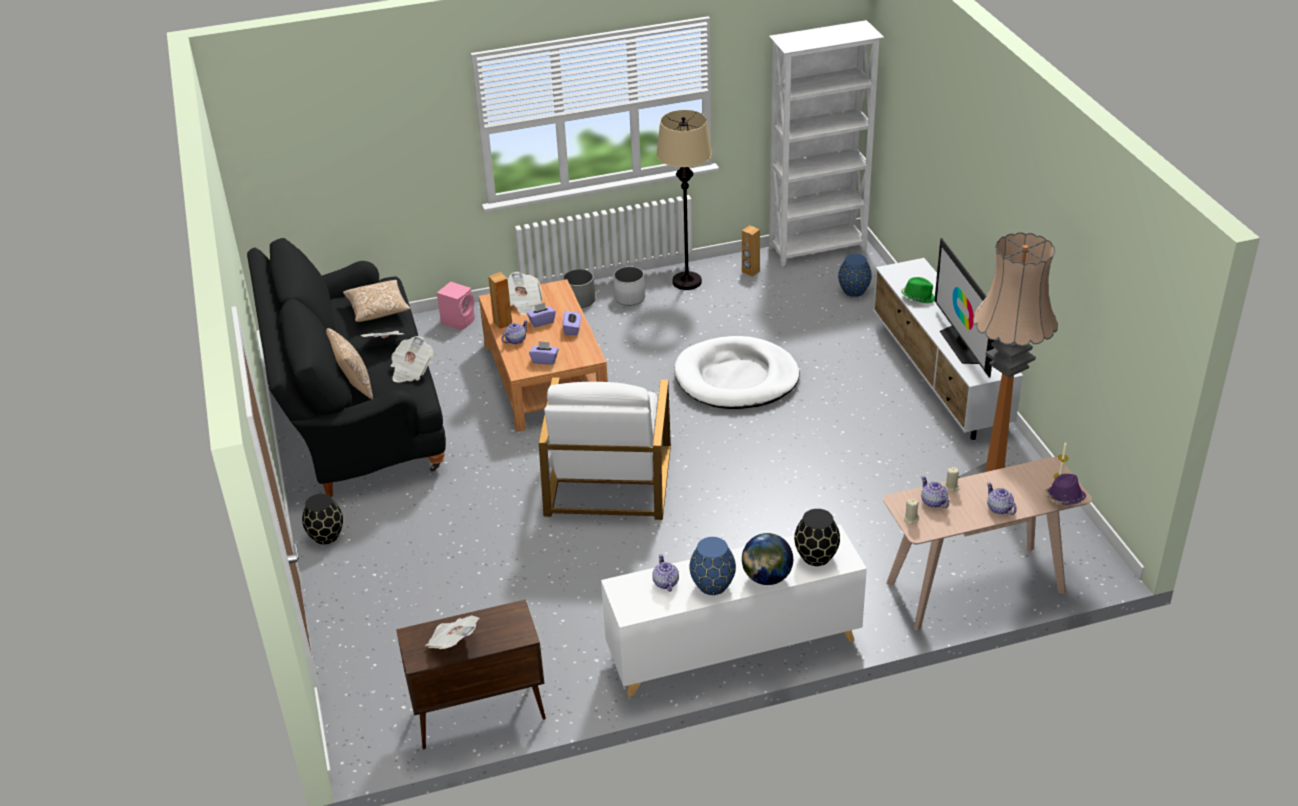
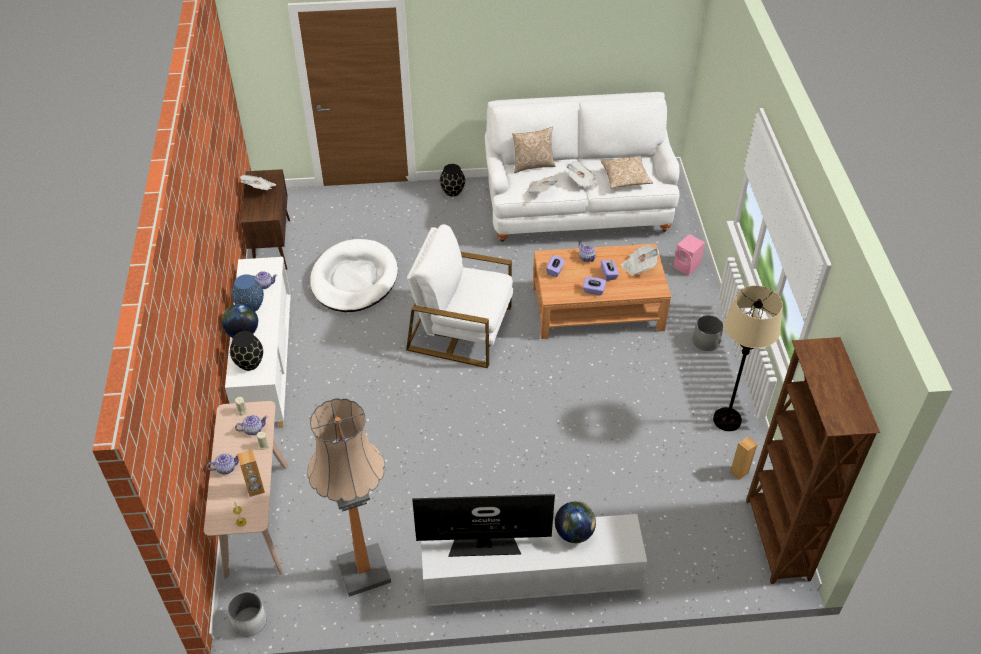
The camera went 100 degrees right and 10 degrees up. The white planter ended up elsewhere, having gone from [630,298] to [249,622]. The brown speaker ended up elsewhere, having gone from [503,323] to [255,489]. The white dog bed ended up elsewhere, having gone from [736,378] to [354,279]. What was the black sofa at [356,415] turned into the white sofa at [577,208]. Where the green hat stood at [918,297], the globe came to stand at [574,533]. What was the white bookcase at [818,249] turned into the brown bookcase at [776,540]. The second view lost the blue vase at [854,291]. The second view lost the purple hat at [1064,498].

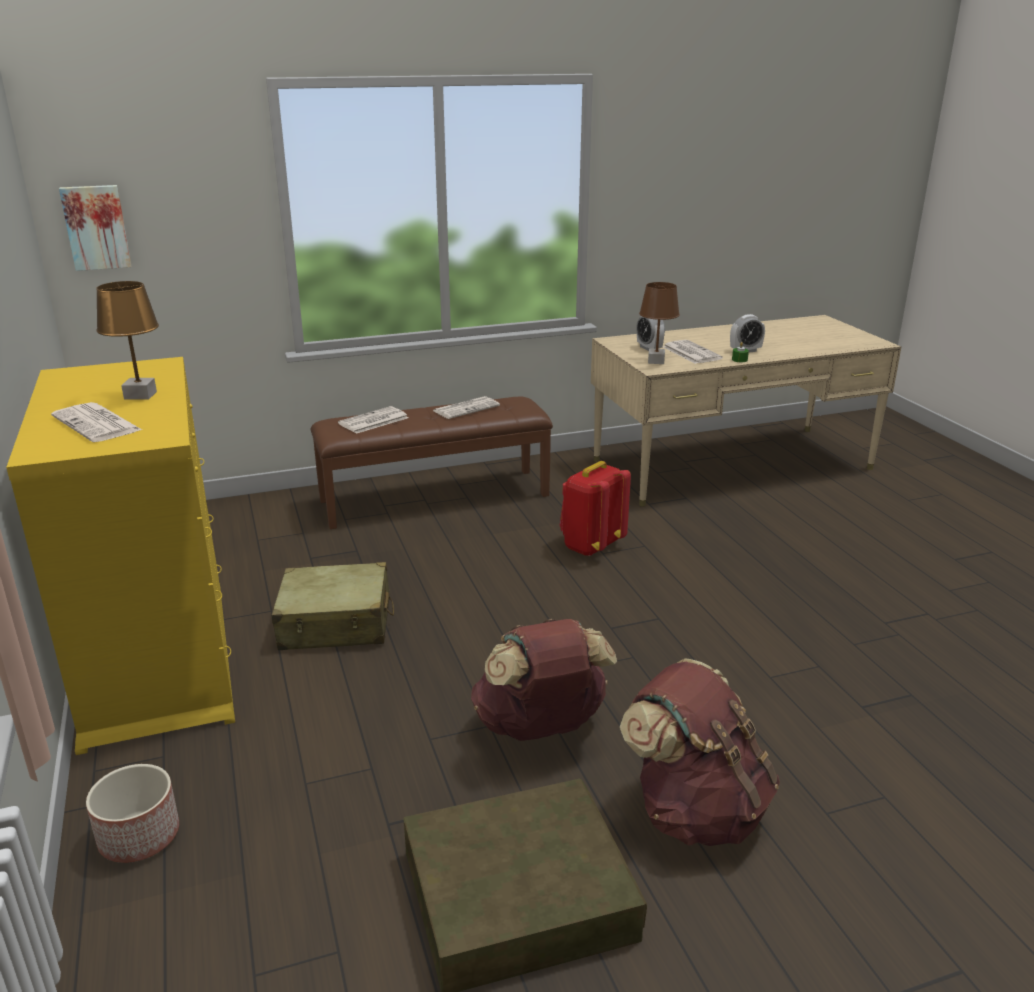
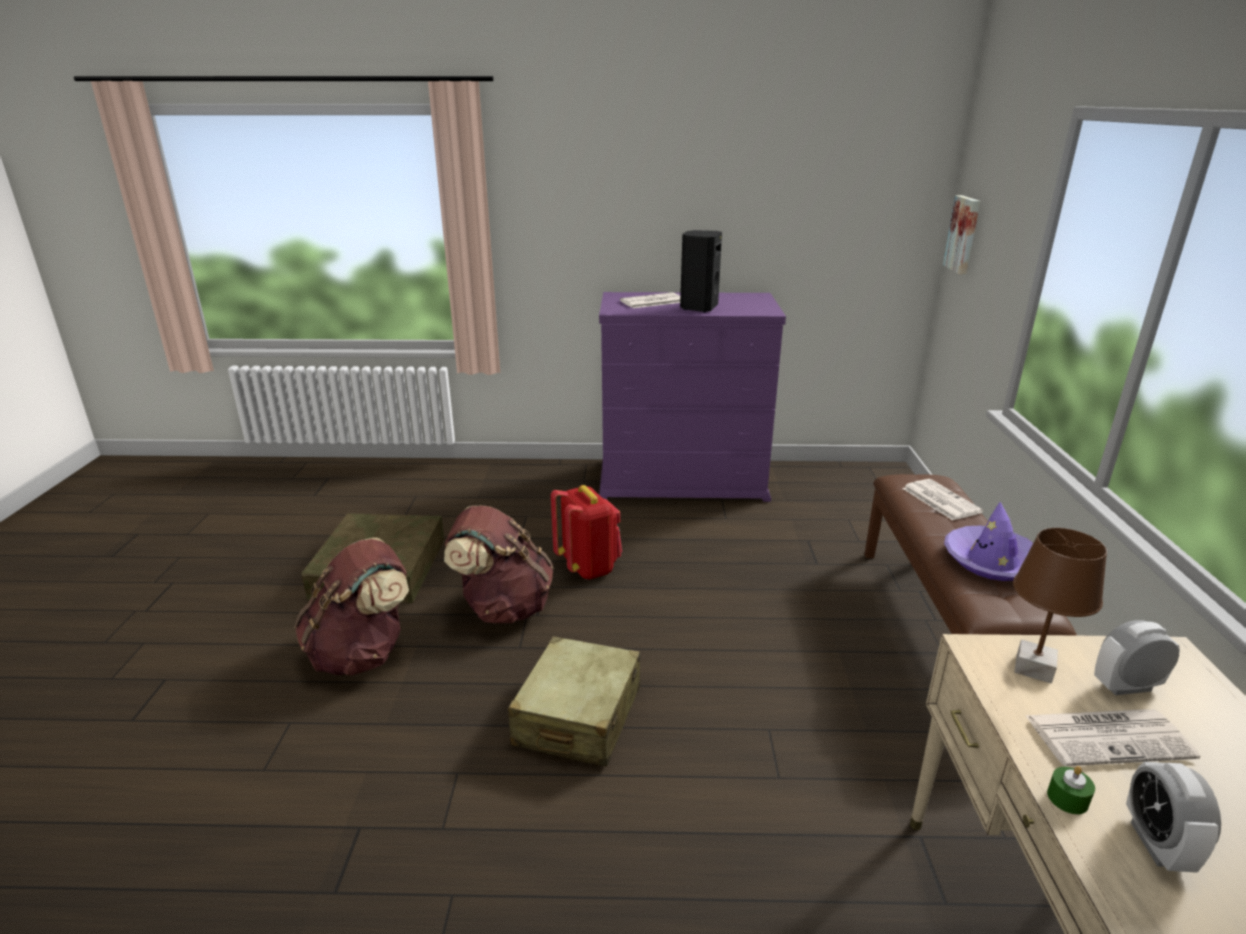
The camera went 110 degrees right and 0 degrees up. The beige suitcase ended up elsewhere, having gone from [336,624] to [578,716]. The red backpack ended up elsewhere, having gone from [591,546] to [588,567]. What was the yellow dresser at [158,658] turned into the purple dresser at [683,480]. Where the brown table lamp stood at [140,395], the black speaker came to stand at [698,308]. Where the newspaper stood at [466,408], the purple hat came to stand at [992,562]. The second view lost the planter at [138,836].

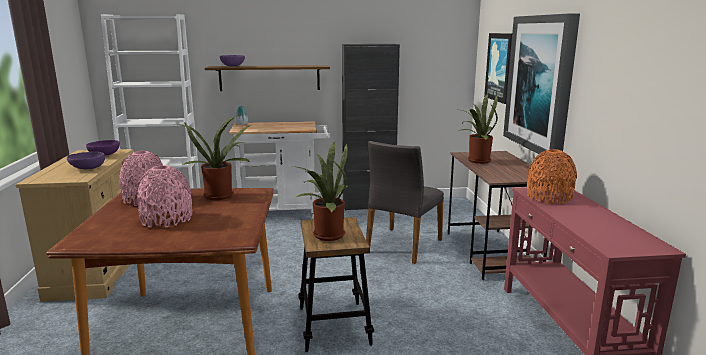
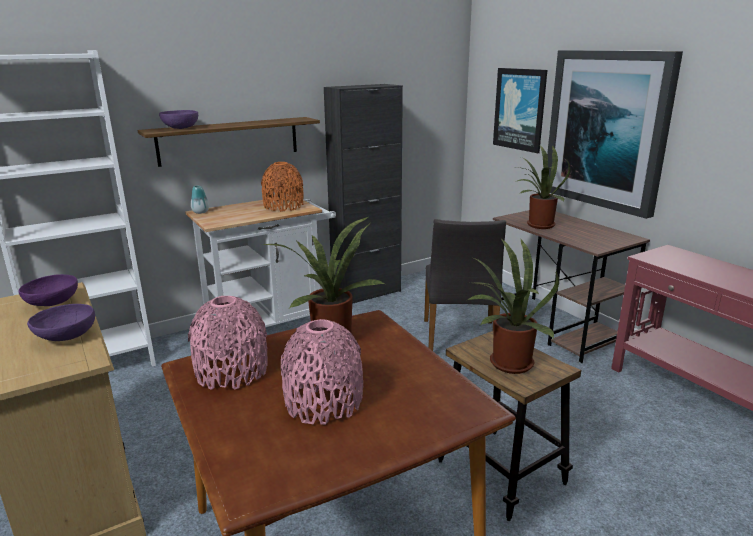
The camera went 25 degrees left and 5 degrees up. The orange vase ended up elsewhere, having gone from [549,197] to [283,206].

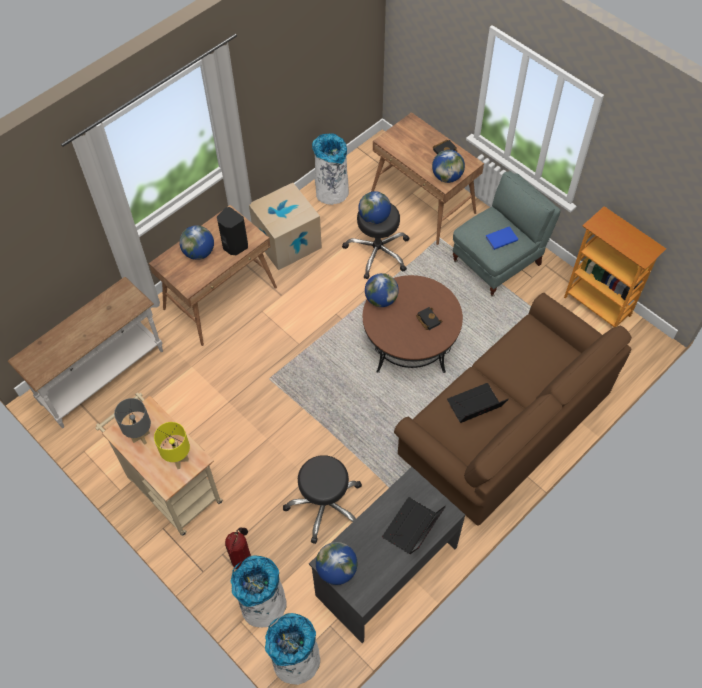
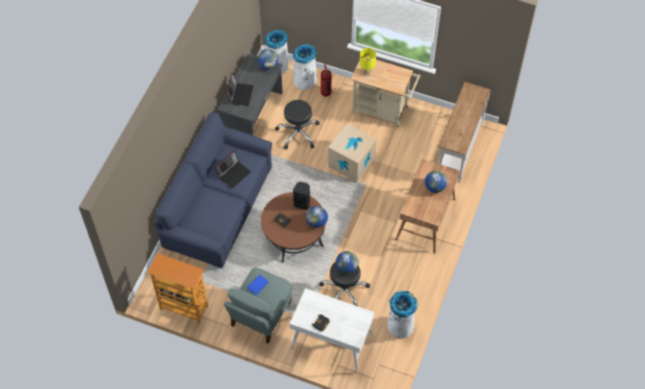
The camera went 155 degrees right and 0 degrees up. What was the brown sofa at [503,426] turned into the blue sofa at [218,208]. What was the brown desk at [423,203] turned into the white desk at [331,342]. The black speaker ended up elsewhere, having gone from [234,246] to [302,203]. The cardboard box ended up elsewhere, having gone from [287,242] to [351,162]. The second view lost the grey table lamp at [141,437]. The second view lost the globe at [447,177].

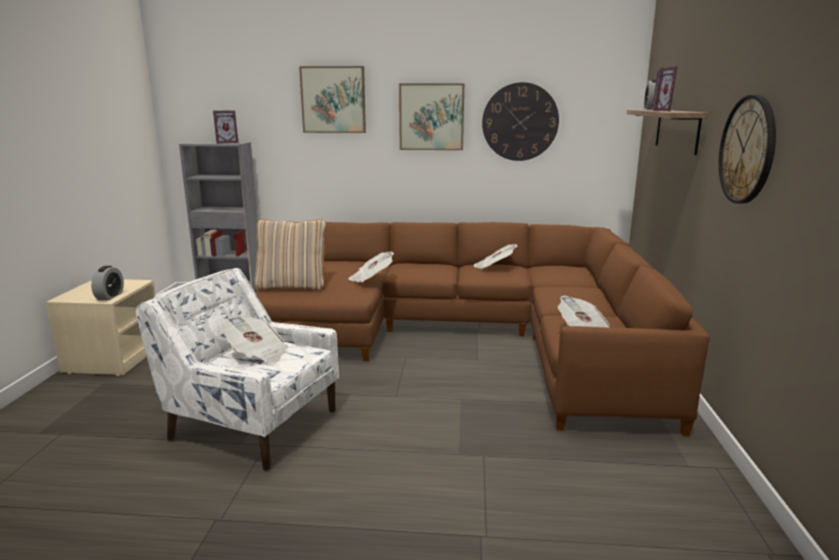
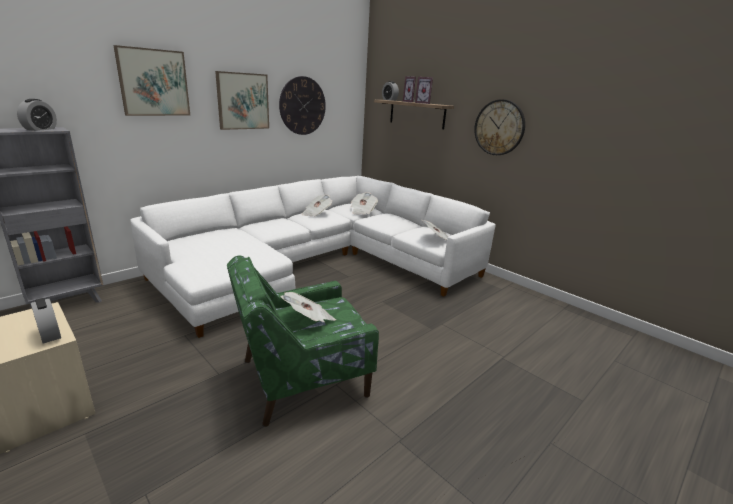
The camera went 50 degrees left and 5 degrees up. Where the picture frame stood at [226,143], the alarm clock came to stand at [40,129]. What was the brown sofa at [466,336] turned into the white sofa at [318,265]. What was the white armchair at [252,424] turned into the green armchair at [301,378]. The newspaper ended up elsewhere, having gone from [371,279] to [362,211]. The second view lost the beige pillow at [292,286].

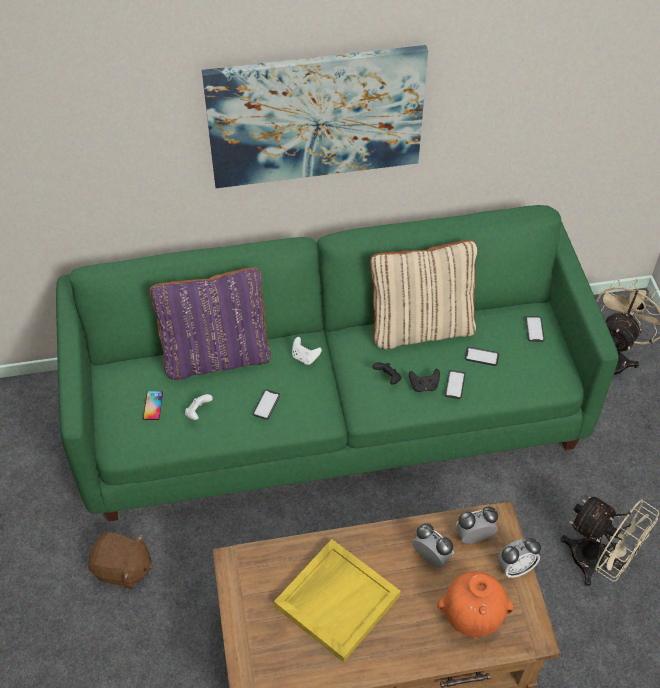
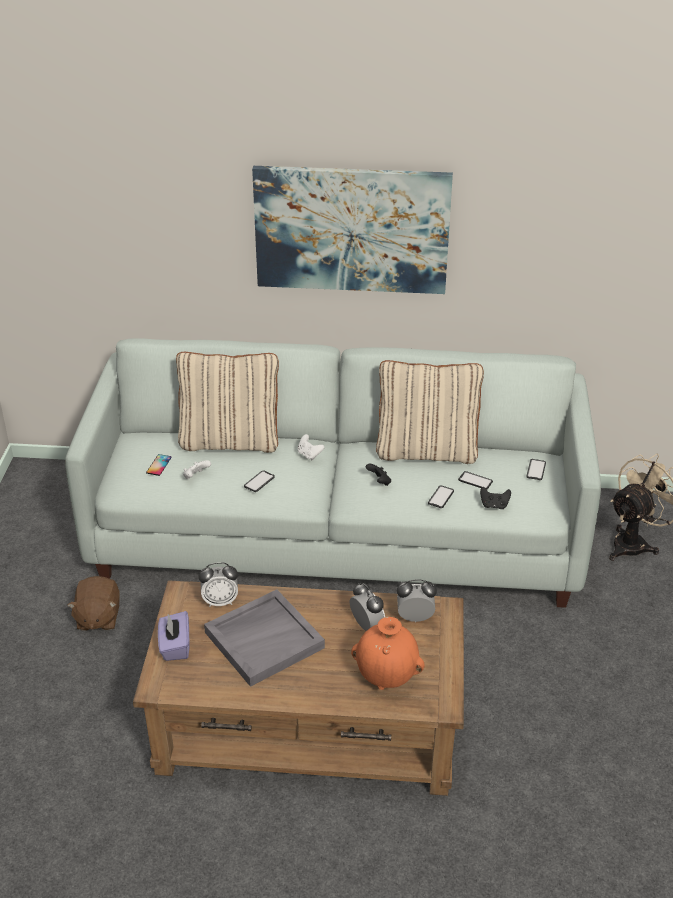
The camera went 15 degrees right and 15 degrees down. What was the green sofa at [330,411] turned into the white sofa at [337,534]. The brown plush toy at [122,569] ended up facing another way, 60 degrees clockwise from before. The second view gained the purple tissue box at [175,646]. What was the purple pillow at [216,356] turned into the beige pillow at [230,441]. The alarm clock ended up elsewhere, having gone from [515,568] to [220,601]. What was the yellow tray at [337,600] turned into the grey tray at [264,639]. The black game controller ended up elsewhere, having gone from [424,386] to [494,505]. The second view lost the beige fan at [597,563].

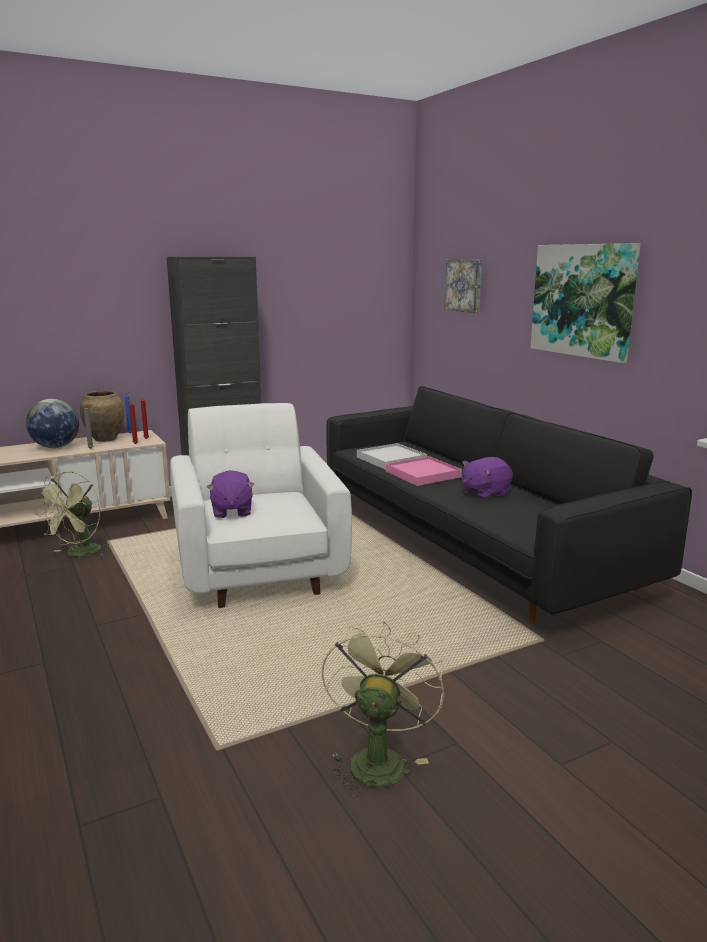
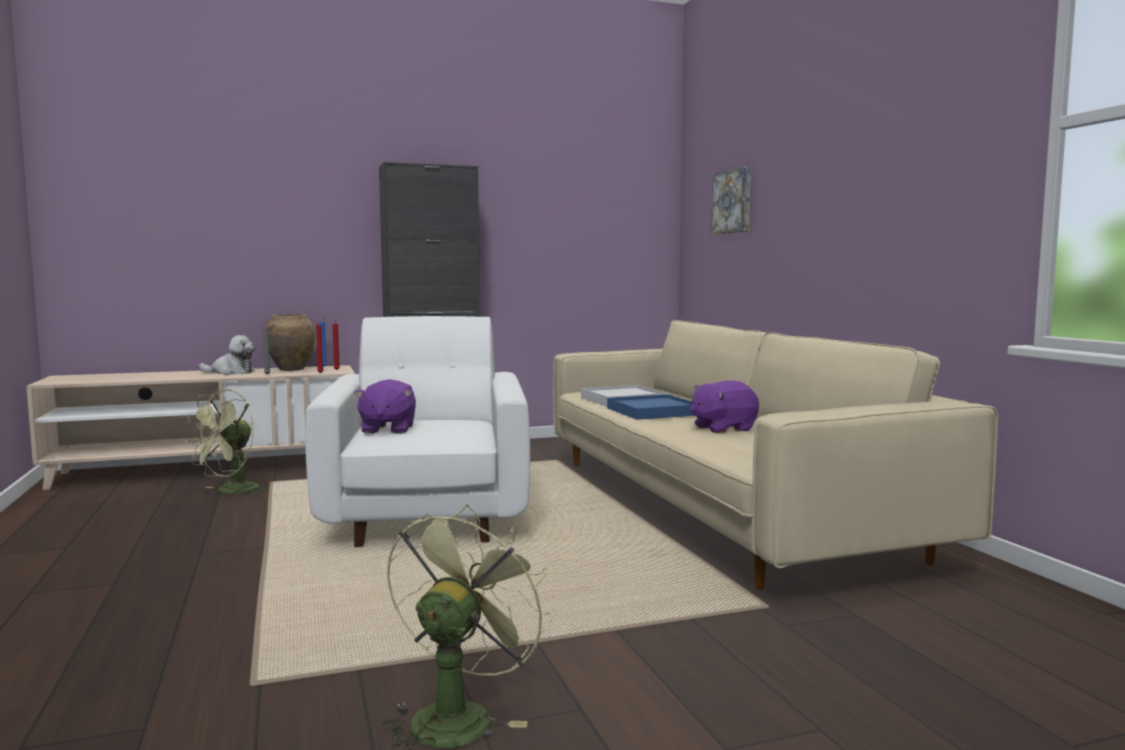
The camera went 10 degrees right and 10 degrees down. Where the globe stood at [55,447], the plush toy came to stand at [231,372]. What was the black sofa at [470,542] turned into the beige sofa at [716,505]. What was the pink tray at [422,474] turned into the blue tray at [652,411]. The second view lost the picture at [583,300].

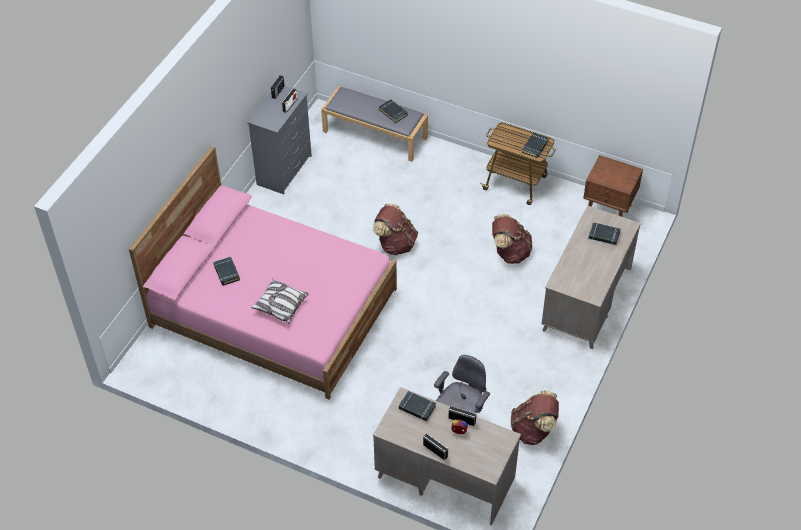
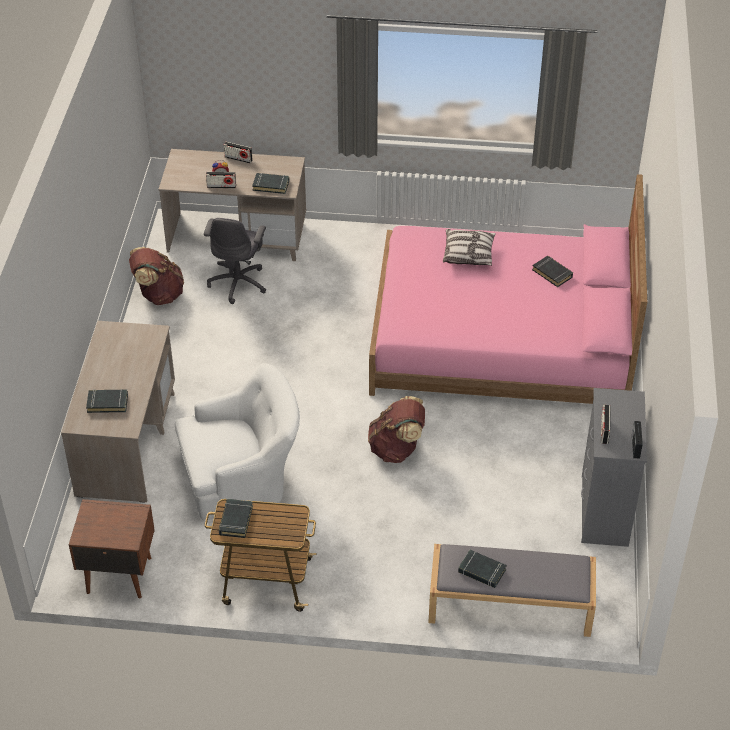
The camera went 160 degrees right and 5 degrees down. Where the brown backpack stood at [509,253], the white armchair came to stand at [243,476].

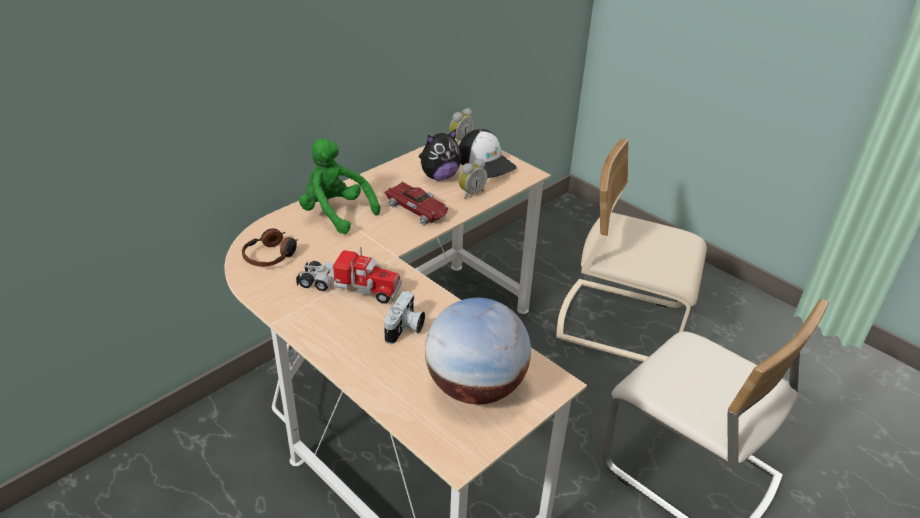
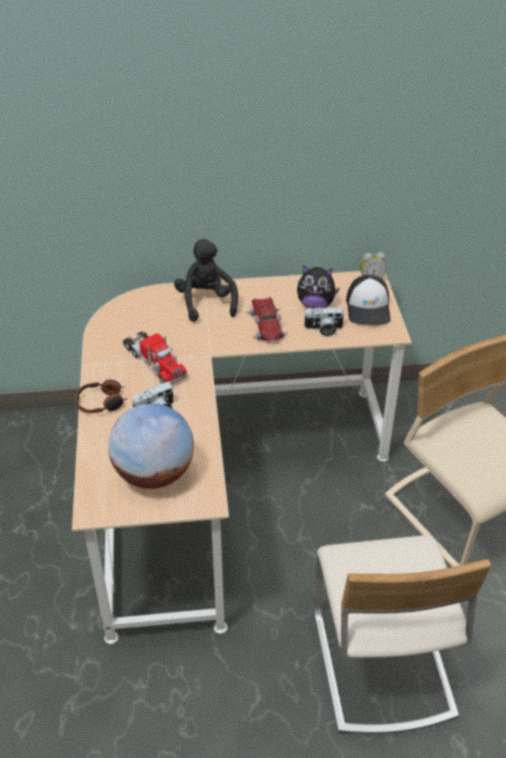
The camera went 40 degrees right and 5 degrees up. The headphones ended up elsewhere, having gone from [271,255] to [101,402]. What was the green plush toy at [336,213] turned into the black plush toy at [206,302]. Where the alarm clock stood at [471,193], the photo camera came to stand at [323,329].

